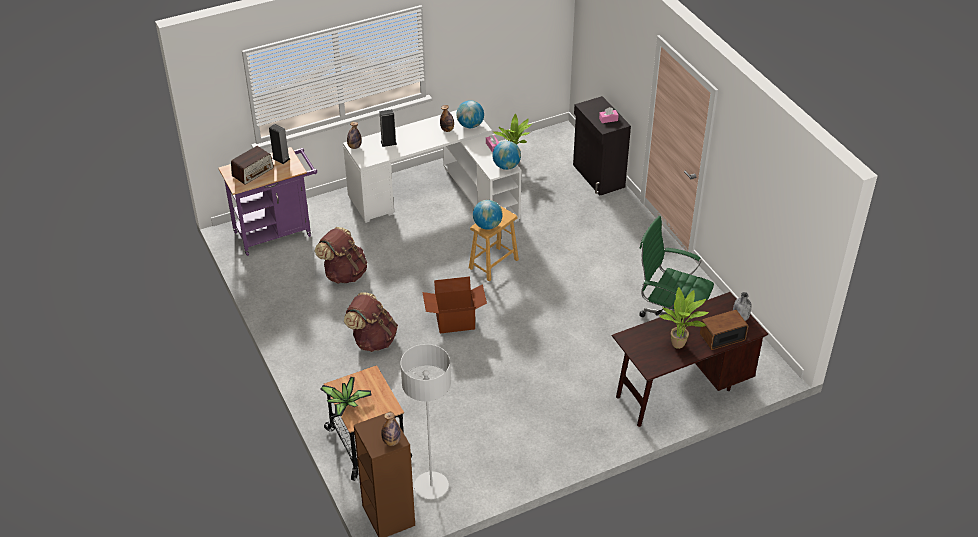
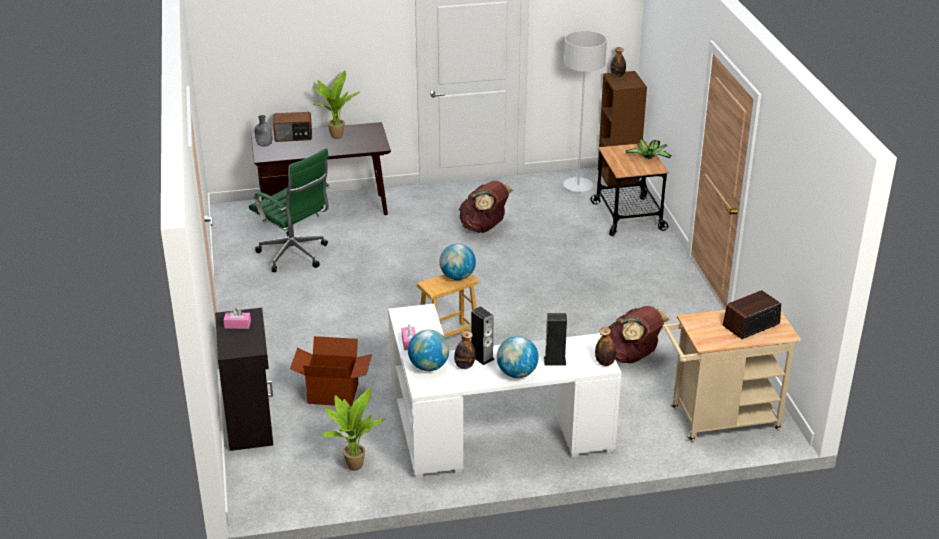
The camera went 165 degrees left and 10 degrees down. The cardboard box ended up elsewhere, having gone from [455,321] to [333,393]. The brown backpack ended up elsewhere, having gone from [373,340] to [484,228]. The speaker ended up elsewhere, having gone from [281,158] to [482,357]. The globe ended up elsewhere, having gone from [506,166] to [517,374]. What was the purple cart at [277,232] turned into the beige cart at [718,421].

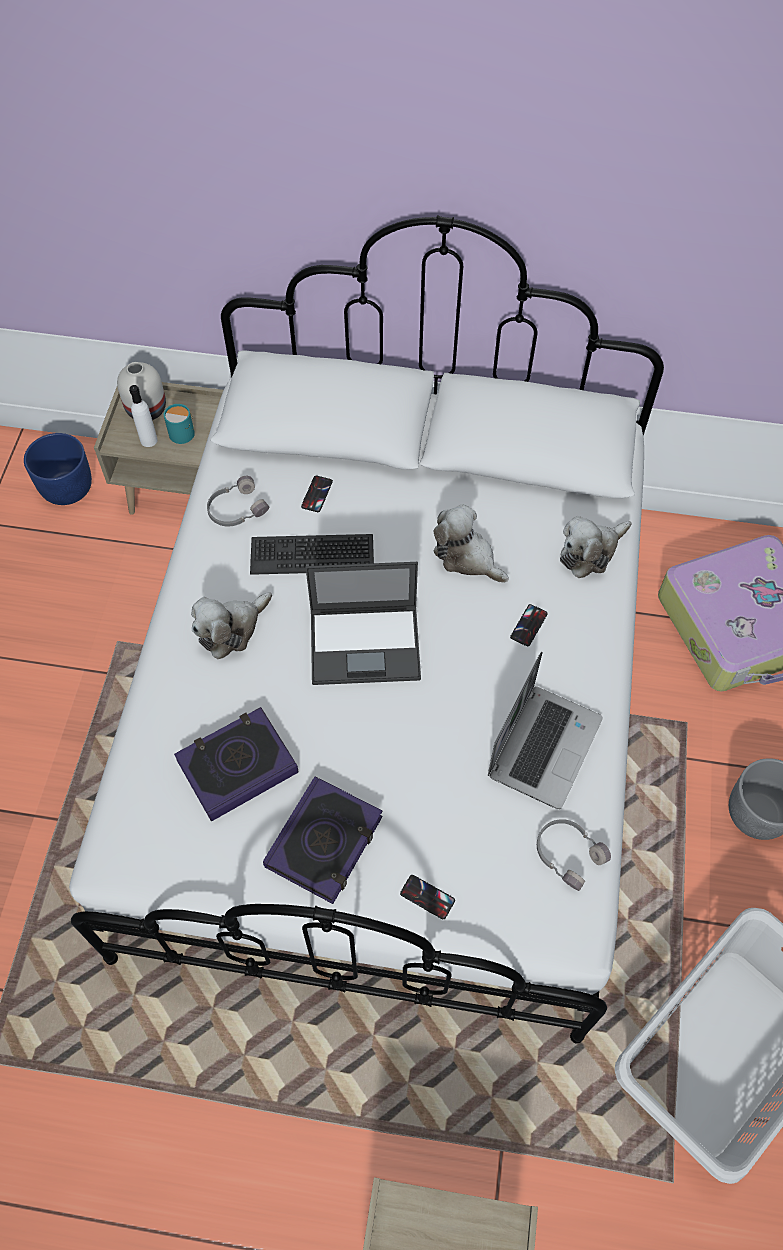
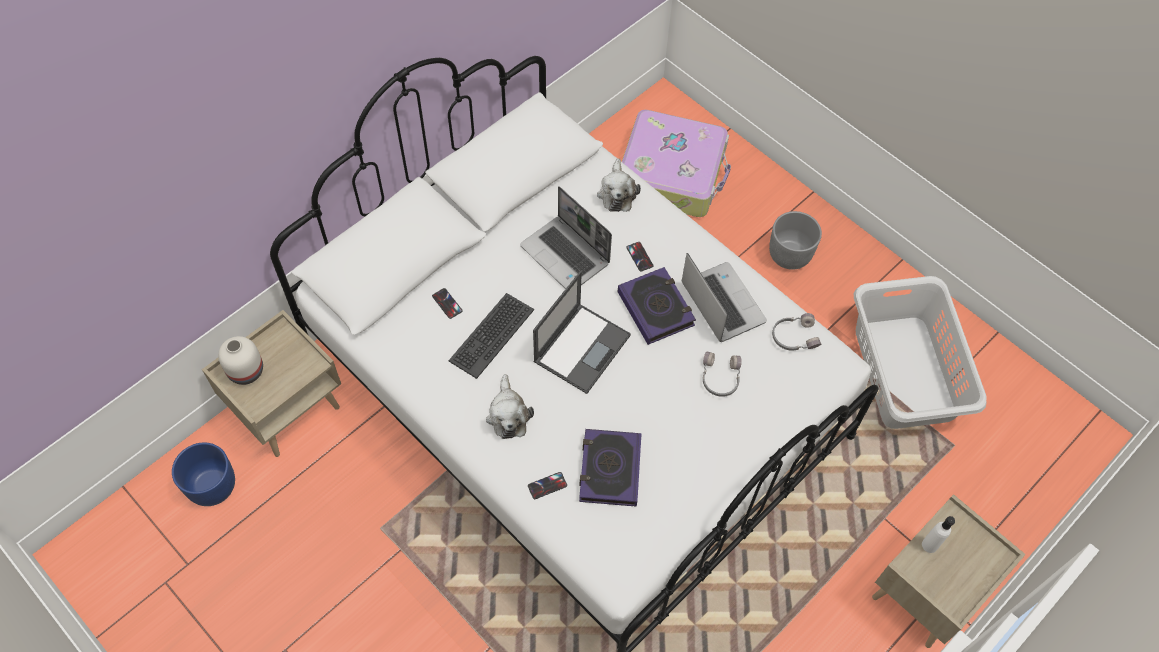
The camera went 55 degrees left and 0 degrees up. Where the plush toy stood at [467,557], the laptop came to stand at [566,255]. The phone ended up elsewhere, having gone from [427,897] to [547,486]. The book ended up elsewhere, having gone from [324,842] to [656,308]. The grey headphones ended up elsewhere, having gone from [236,509] to [719,378]. The white bottle ended up elsewhere, having gone from [149,440] to [929,545]. The second view lost the turquoise mug at [183,431].

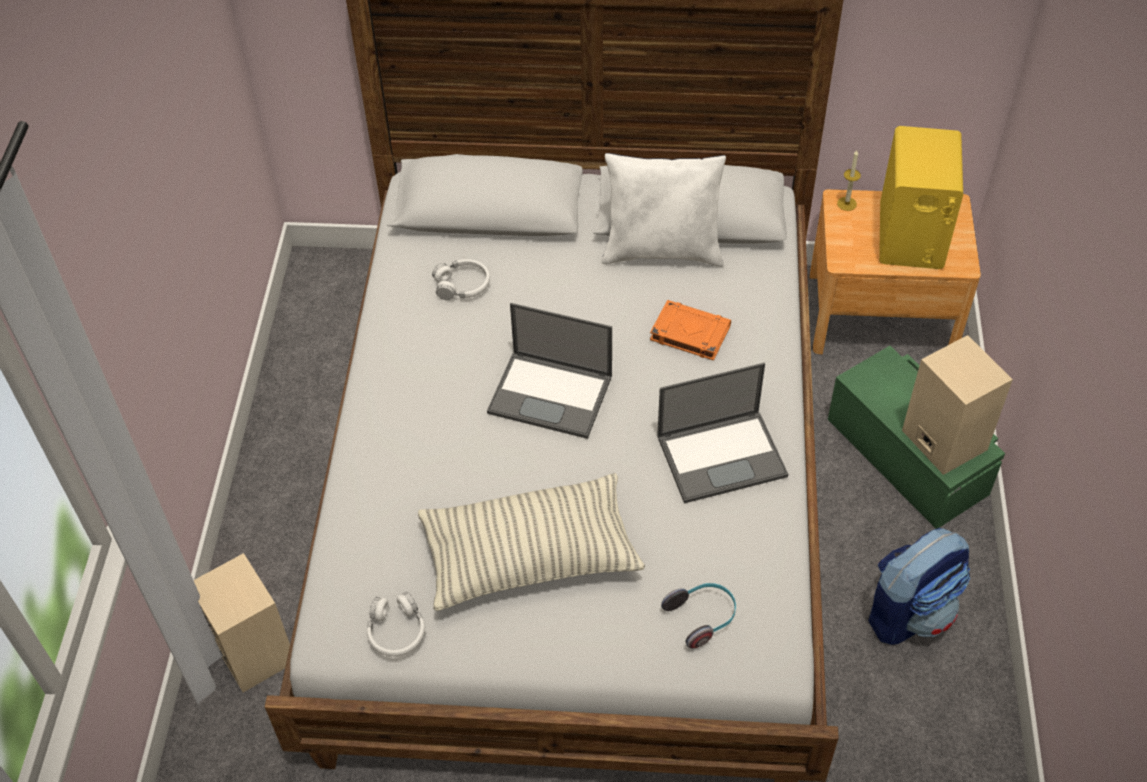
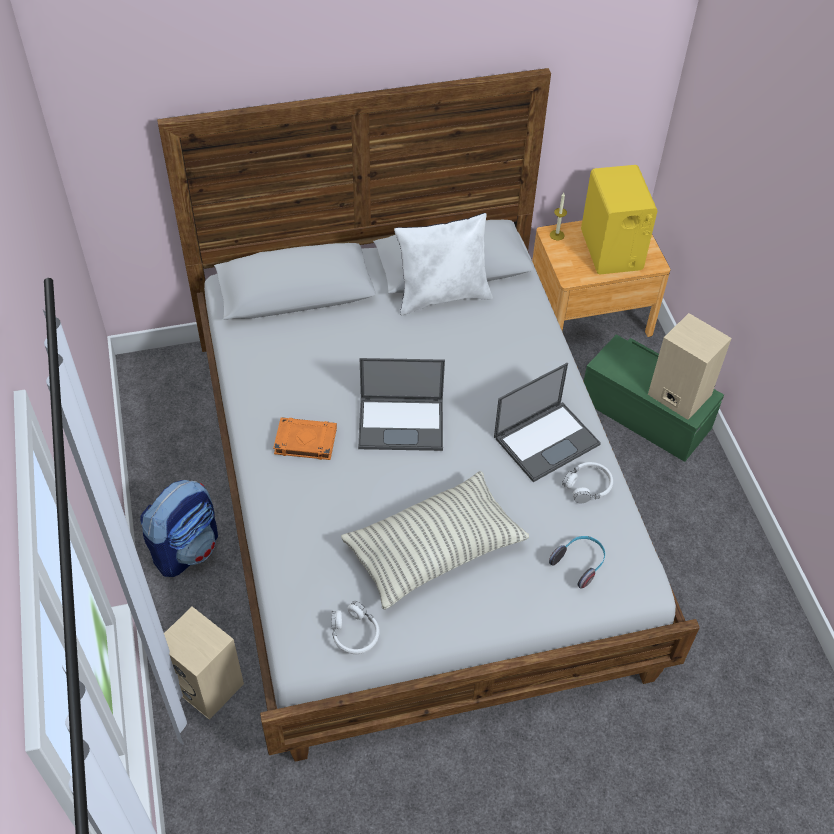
The camera went 20 degrees left and 0 degrees up. The backpack ended up elsewhere, having gone from [910,612] to [187,548]. The orange book ended up elsewhere, having gone from [689,333] to [304,441]. The white headphones ended up elsewhere, having gone from [462,285] to [587,486].

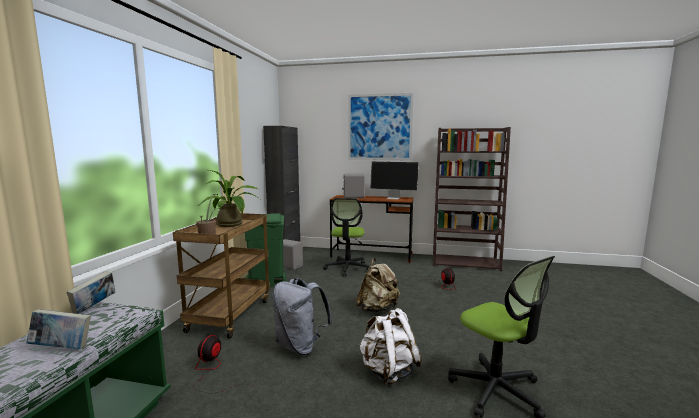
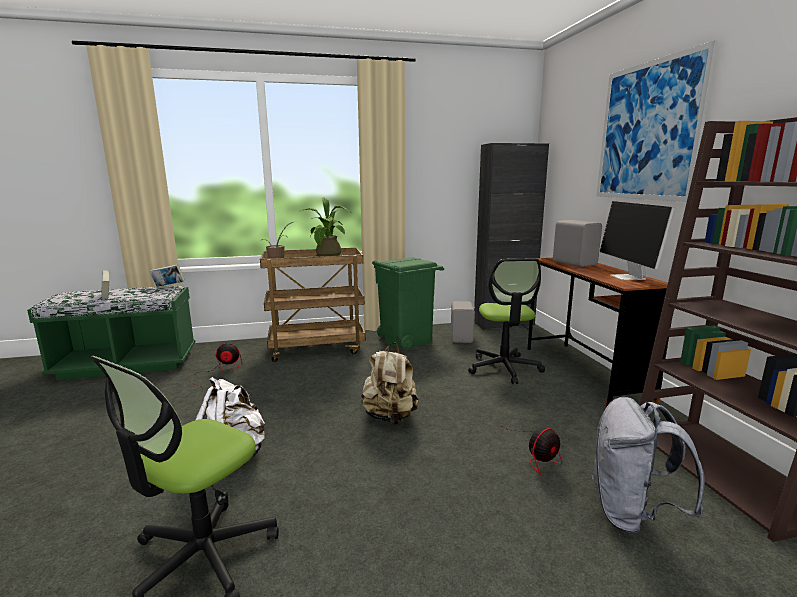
The camera went 65 degrees right and 5 degrees up. The office chair at [347,268] ended up facing another way, 75 degrees counterclockwise from before. The grey backpack ended up elsewhere, having gone from [300,346] to [632,514].

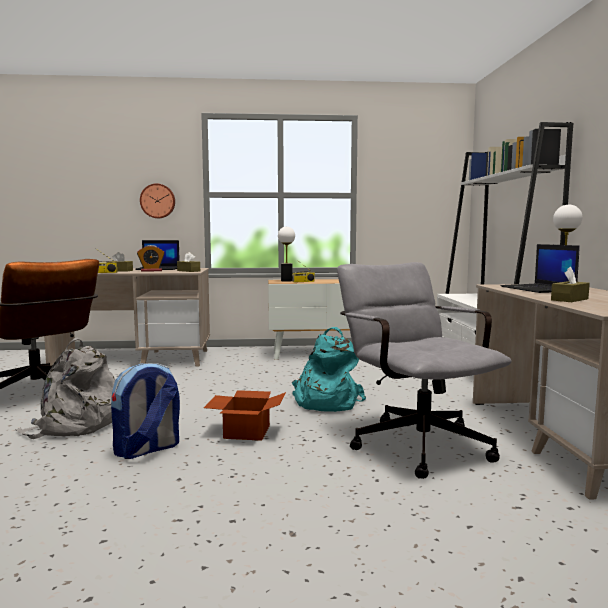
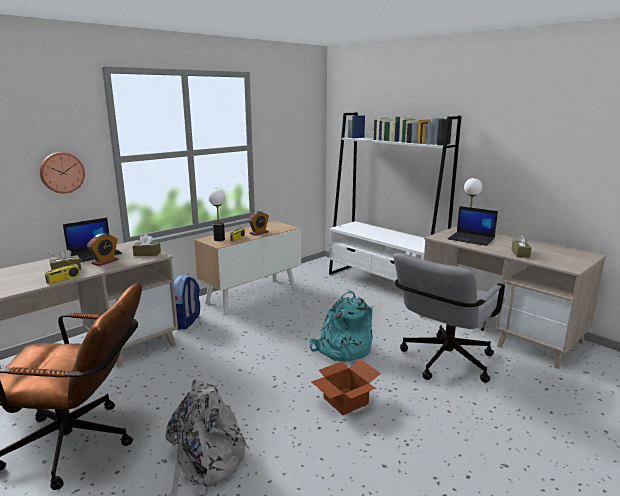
The camera went 40 degrees left and 10 degrees up. The backpack ended up elsewhere, having gone from [147,449] to [186,322]. The second view gained the alarm clock at [259,233]. The grey office chair at [414,442] ended up facing another way, 75 degrees counterclockwise from before.

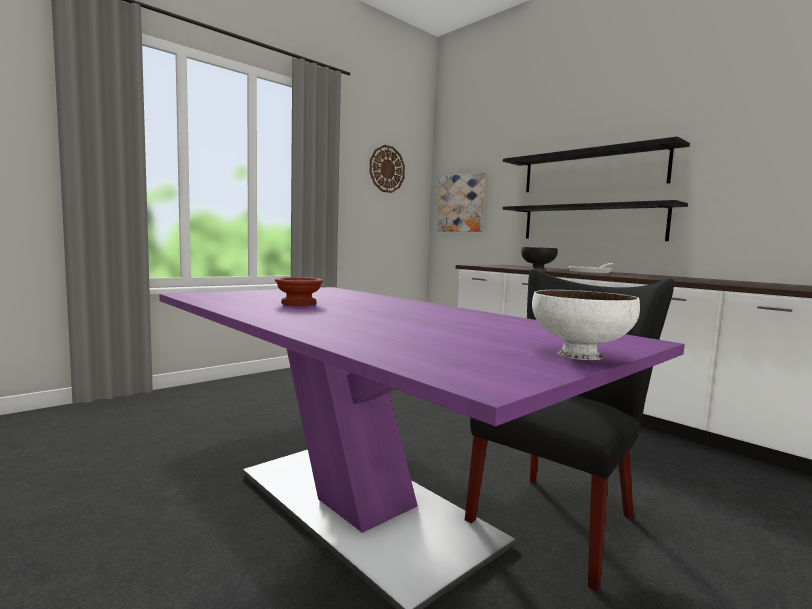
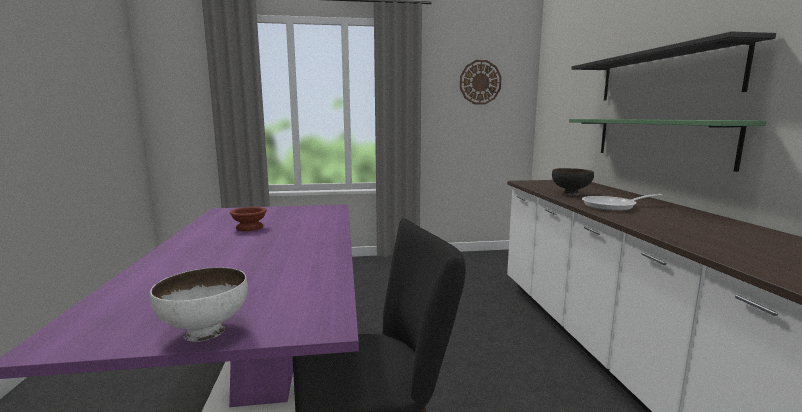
The camera went 35 degrees right and 5 degrees up. What was the black shelf at [591,223] turned into the green shelf at [658,140]. The second view lost the picture at [461,203].

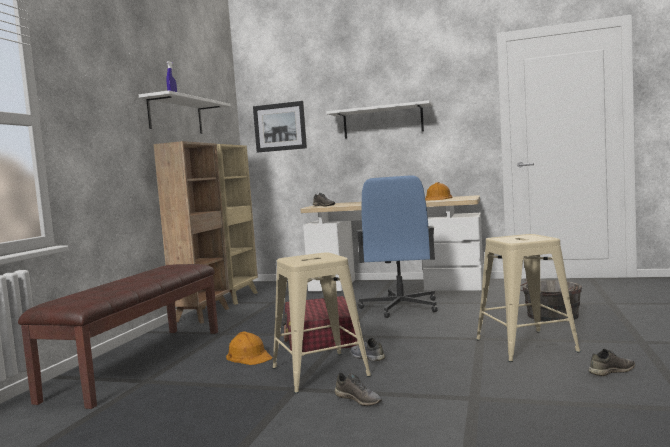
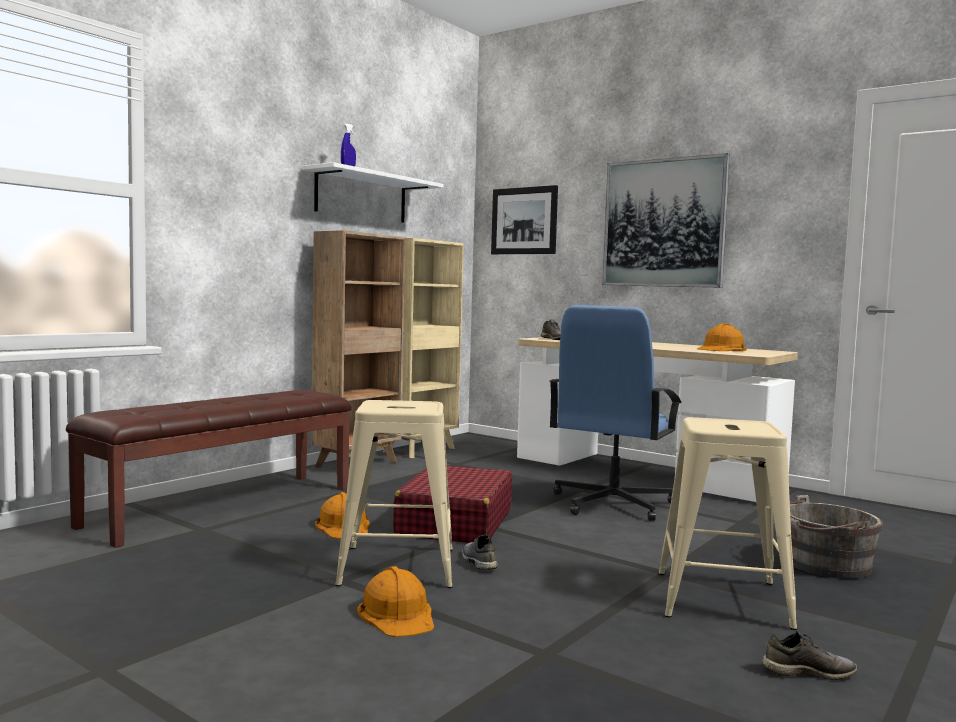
The camera went 20 degrees right and 0 degrees up. Where the grey shoe stood at [359,399], the orange hard hat came to stand at [397,614]. Where the white shelf hung at [382,121], the picture came to hang at [664,223].

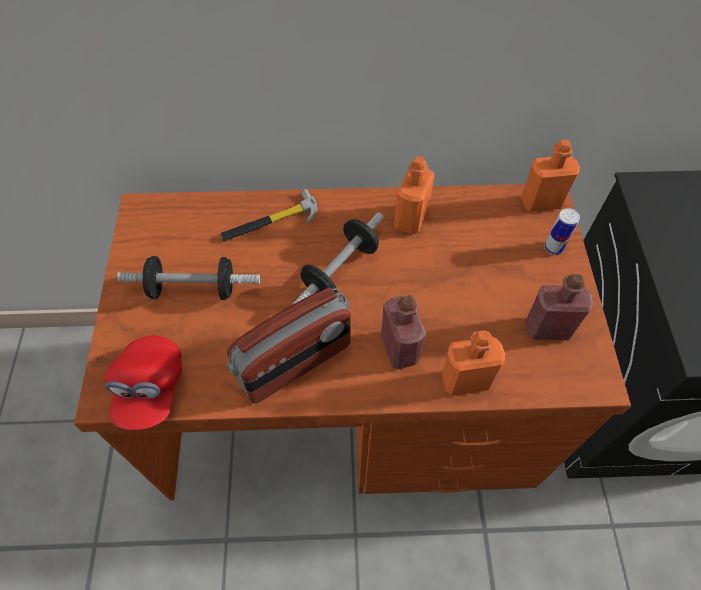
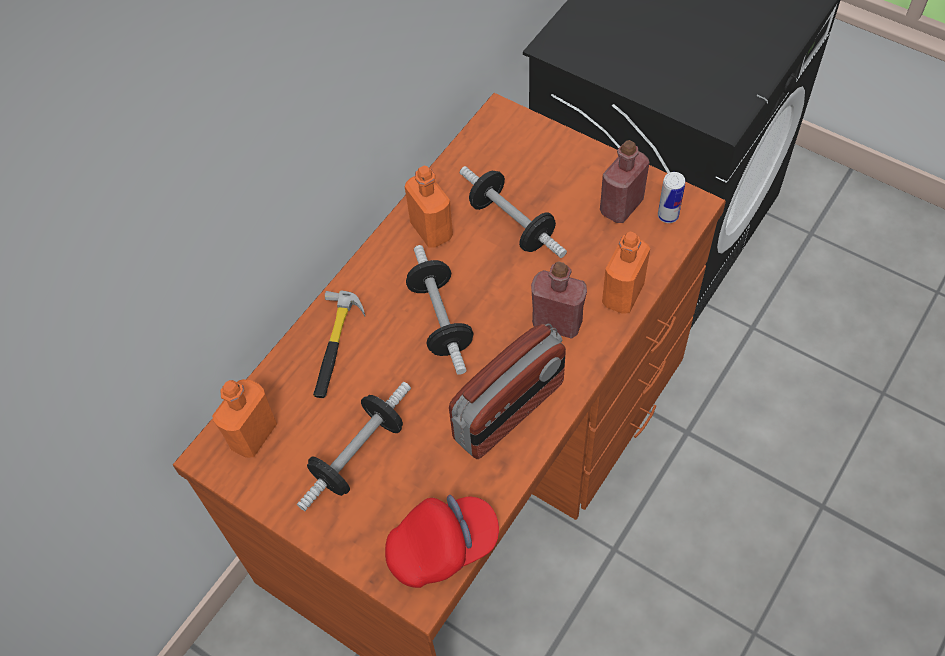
The camera went 50 degrees left and 0 degrees up. The orange bottle ended up elsewhere, having gone from [540,202] to [253,435]. The red cap at [151,389] ended up facing another way, 60 degrees counterclockwise from before. The radio at [295,364] ended up facing another way, 45 degrees clockwise from before. The second view gained the dumbbell at [512,224]. The can ended up elsewhere, having gone from [553,248] to [668,215].

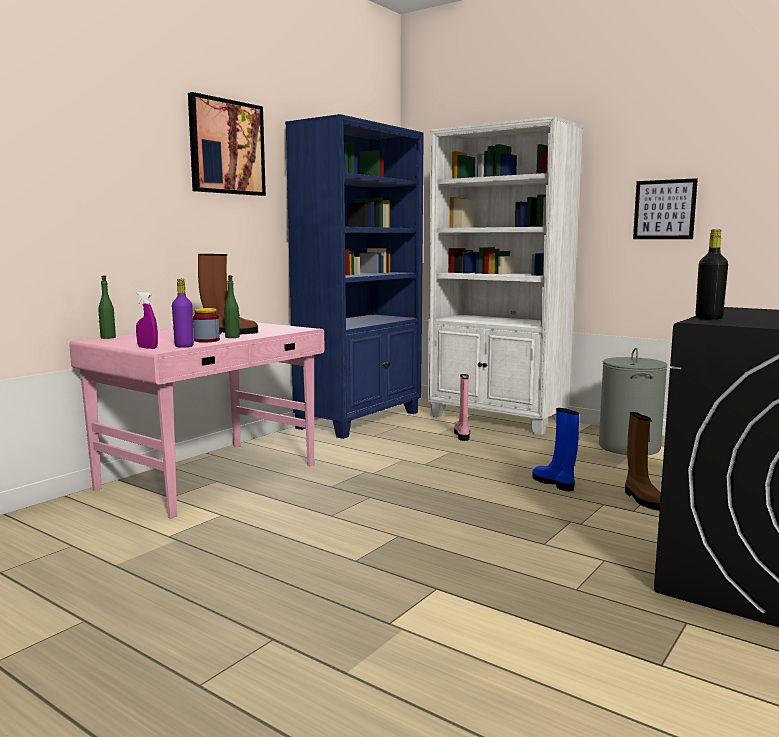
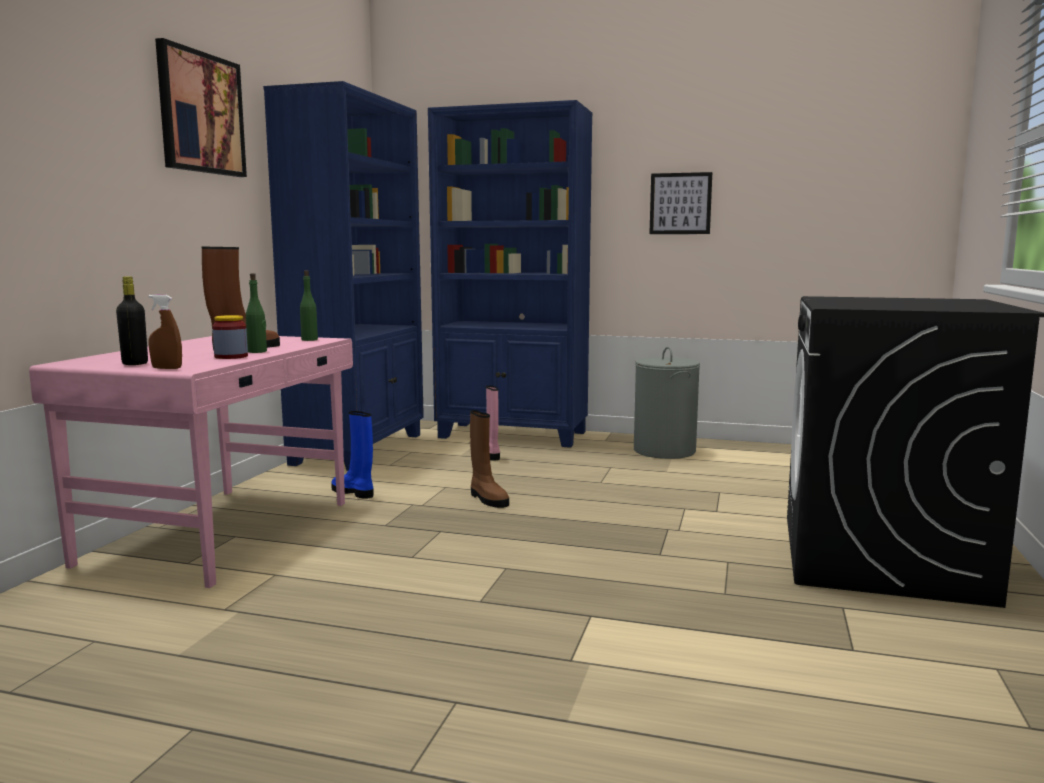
The camera went 20 degrees left and 0 degrees up. The black bottle ended up elsewhere, having gone from [708,318] to [135,363]. What was the purple spray bottle at [147,348] turned into the brown spray bottle at [167,368]. The green bottle ended up elsewhere, having gone from [108,337] to [309,340]. The blue boot ended up elsewhere, having gone from [554,483] to [354,492]. What was the white bookcase at [497,419] turned into the blue bookcase at [513,435]. The brown boot ended up elsewhere, having gone from [642,499] to [487,499]. The second view lost the purple bottle at [184,346].

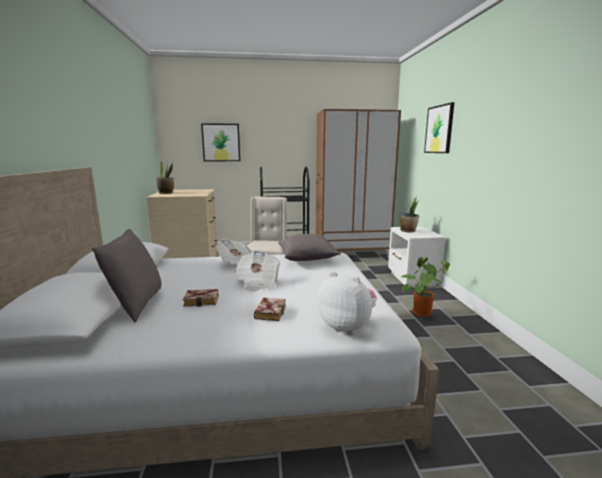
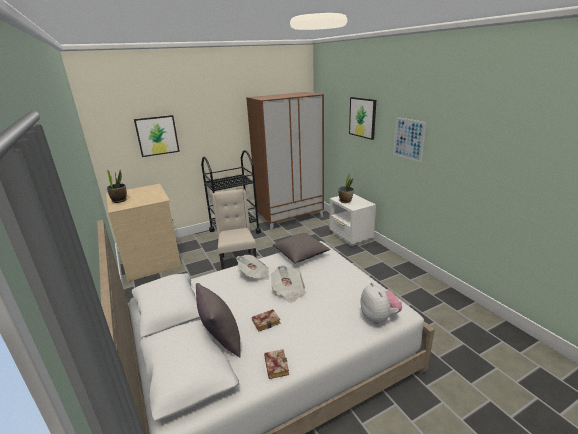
The camera went 20 degrees left and 10 degrees up. The book ended up elsewhere, having gone from [269,312] to [275,365]. The plush toy at [347,327] ended up facing another way, 60 degrees clockwise from before. The second view gained the picture at [408,139]. The second view lost the potted plant at [421,312].

